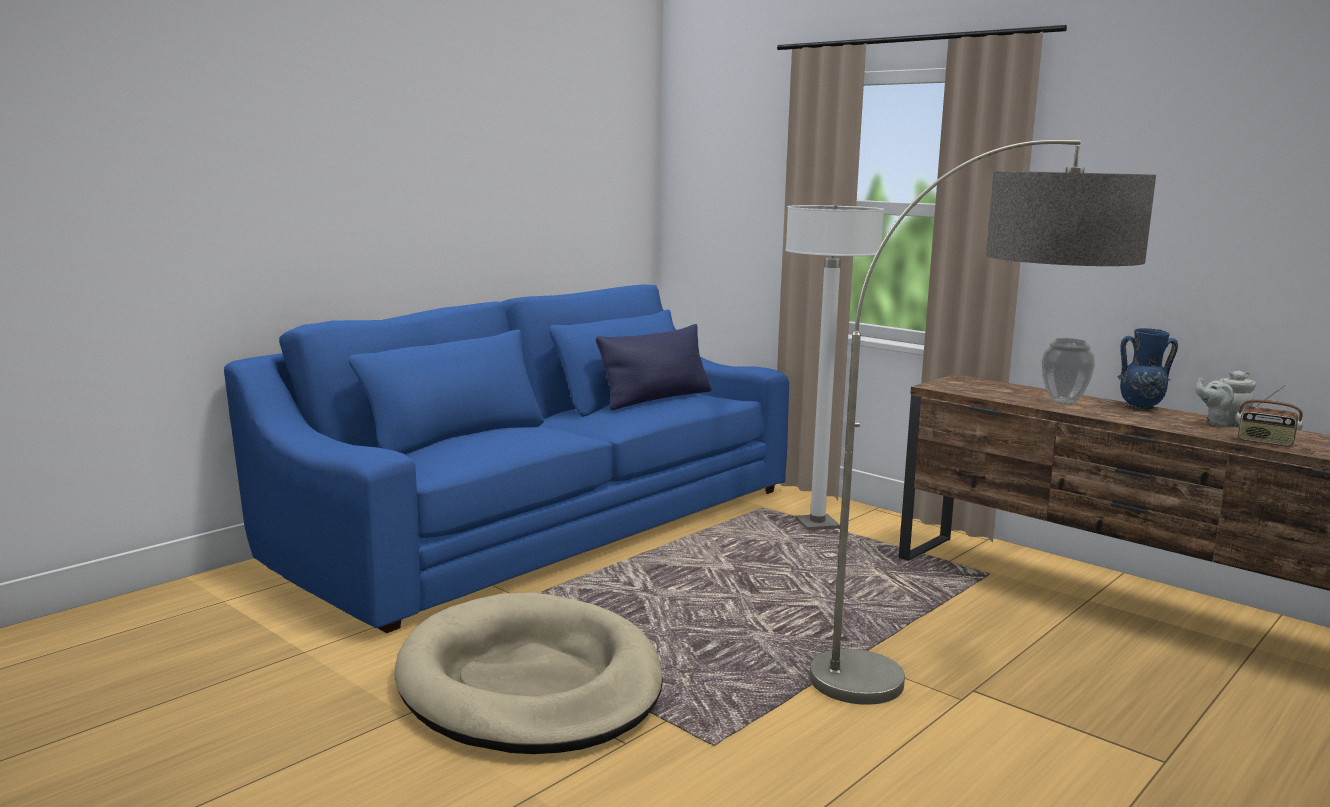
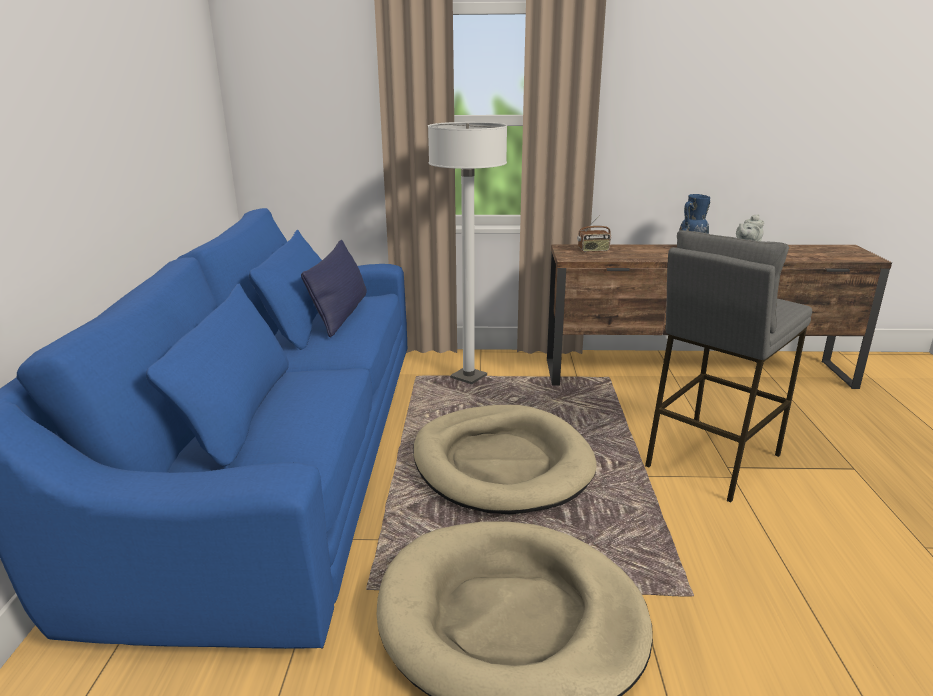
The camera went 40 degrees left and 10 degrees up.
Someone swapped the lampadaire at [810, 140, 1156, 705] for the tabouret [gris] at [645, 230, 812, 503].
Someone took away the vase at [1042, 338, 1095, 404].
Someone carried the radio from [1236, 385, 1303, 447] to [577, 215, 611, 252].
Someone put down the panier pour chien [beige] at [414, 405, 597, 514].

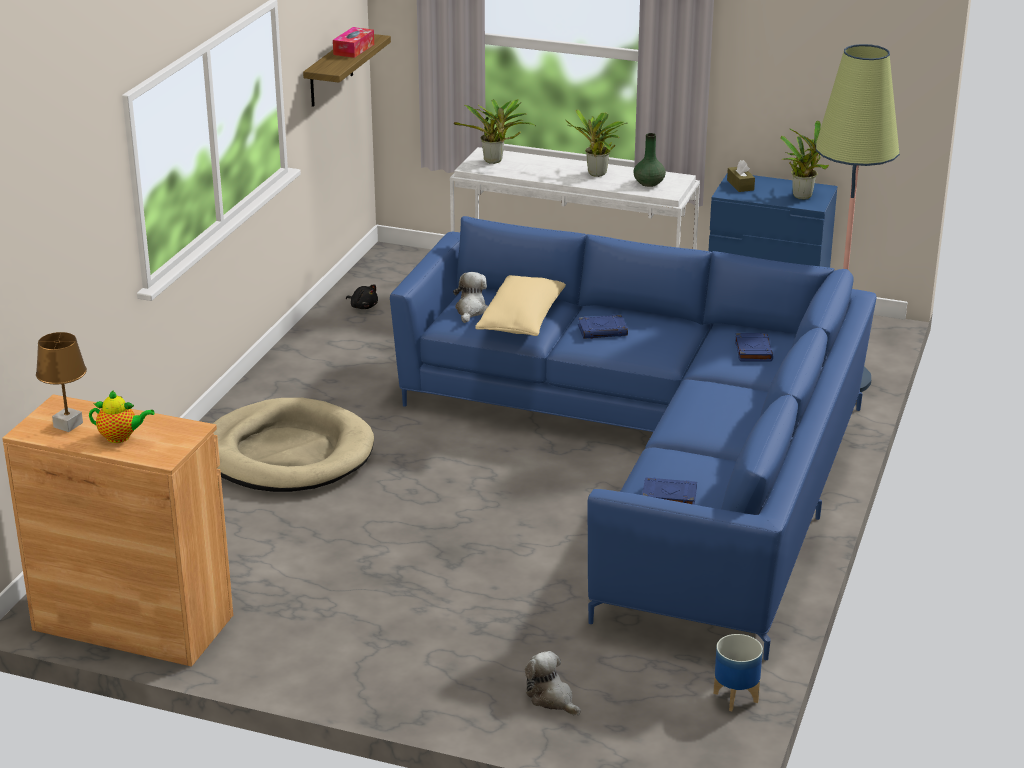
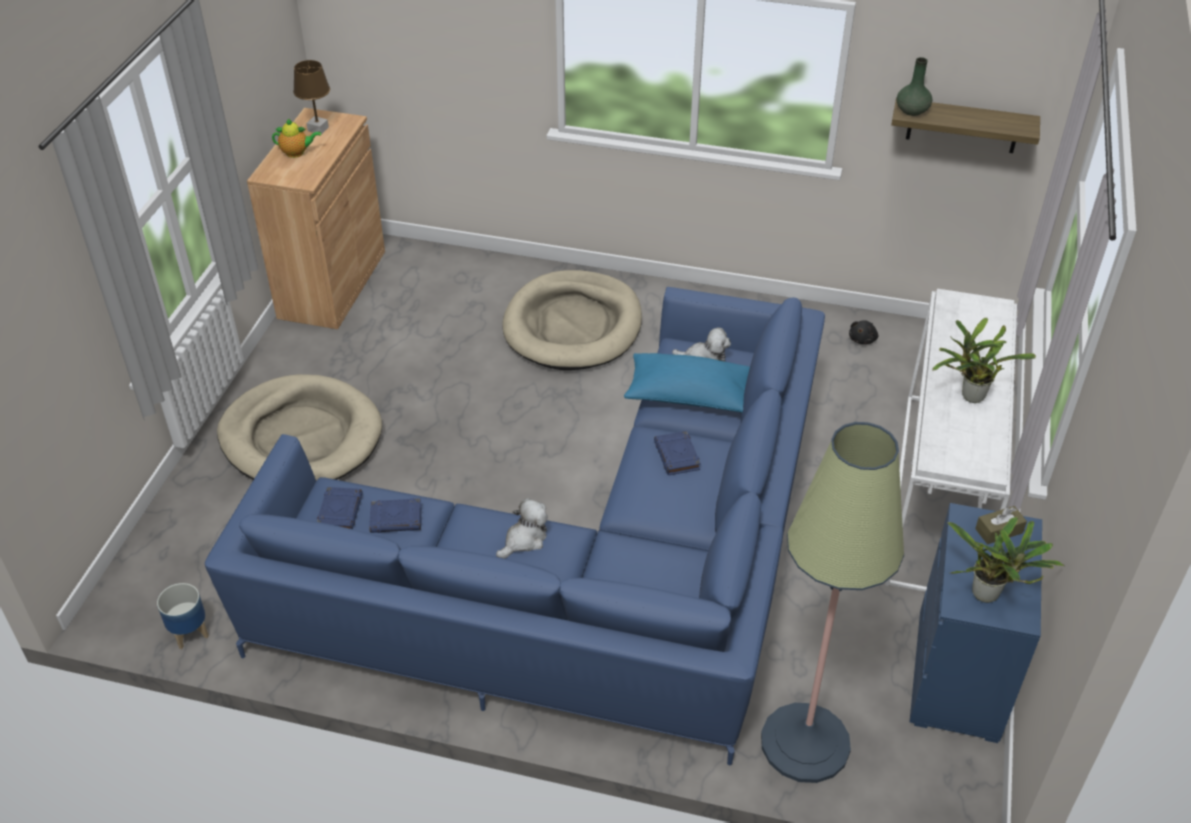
The camera went 85 degrees right and 15 degrees up.
Someone rotated the théière at [89, 390, 155, 443] by 90 degrees counterclockwise.
Someone took away the boîte à mouchoirs at [333, 27, 374, 58].
Someone took away the plante en pot at [454, 99, 537, 164].
Someone repainted the coussin [beige] at [475, 275, 566, 336], which became the coussin [bleu] at [624, 353, 750, 413].
Someone carried the peluche from [525, 651, 581, 715] to [496, 498, 548, 559].
Someone carried the vase [vert] from [633, 133, 666, 187] to [897, 57, 932, 116].
Someone carried the livre [bleu] from [735, 333, 773, 361] to [369, 498, 421, 533].
Someone put down the panier pour chien [beige] at [217, 374, 382, 481].

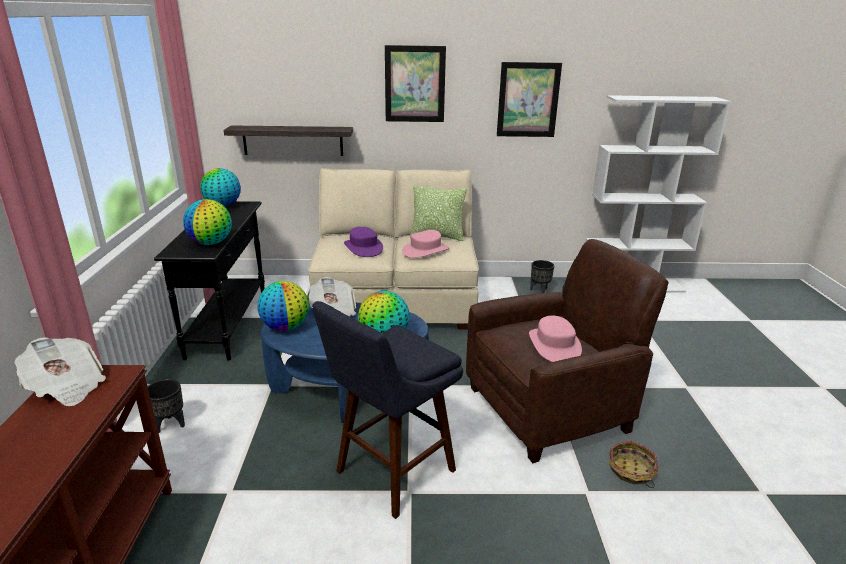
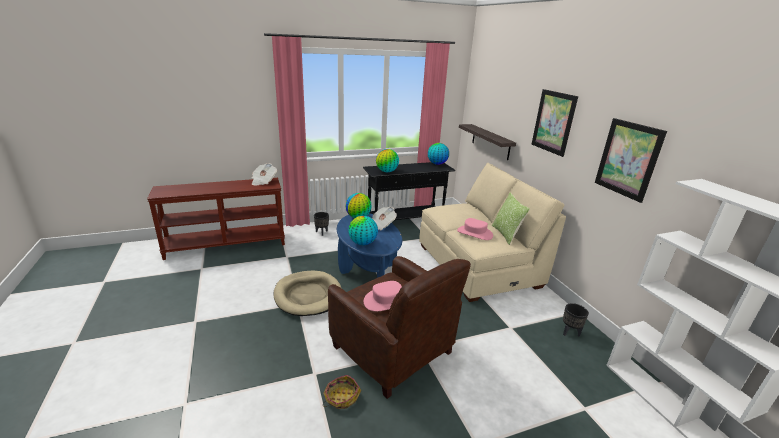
The camera went 70 degrees right and 0 degrees up.
Someone swapped the tabouret [bleu] at [312, 301, 463, 519] for the panier pour chien [beige] at [274, 271, 341, 316].
Someone took away the chapeau [violet] at [344, 227, 383, 257].

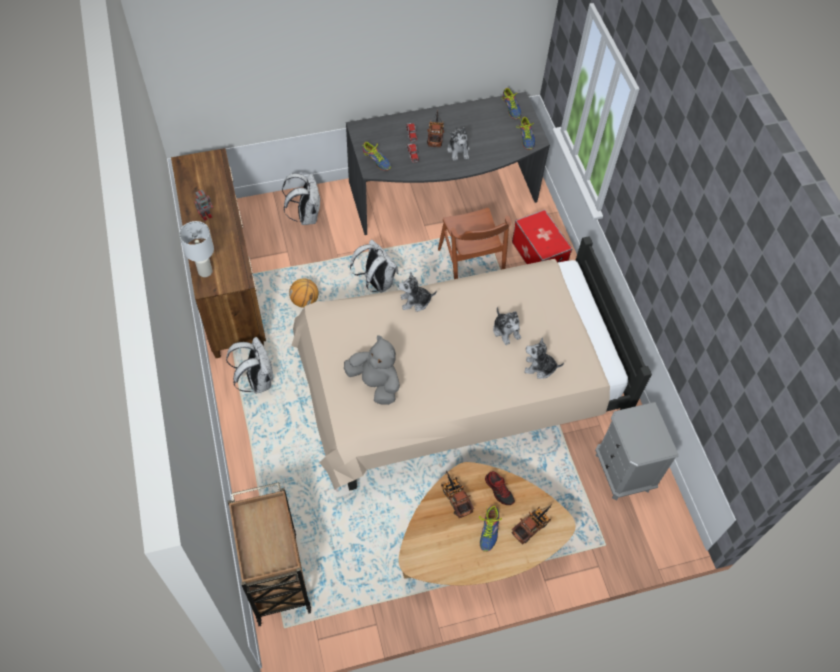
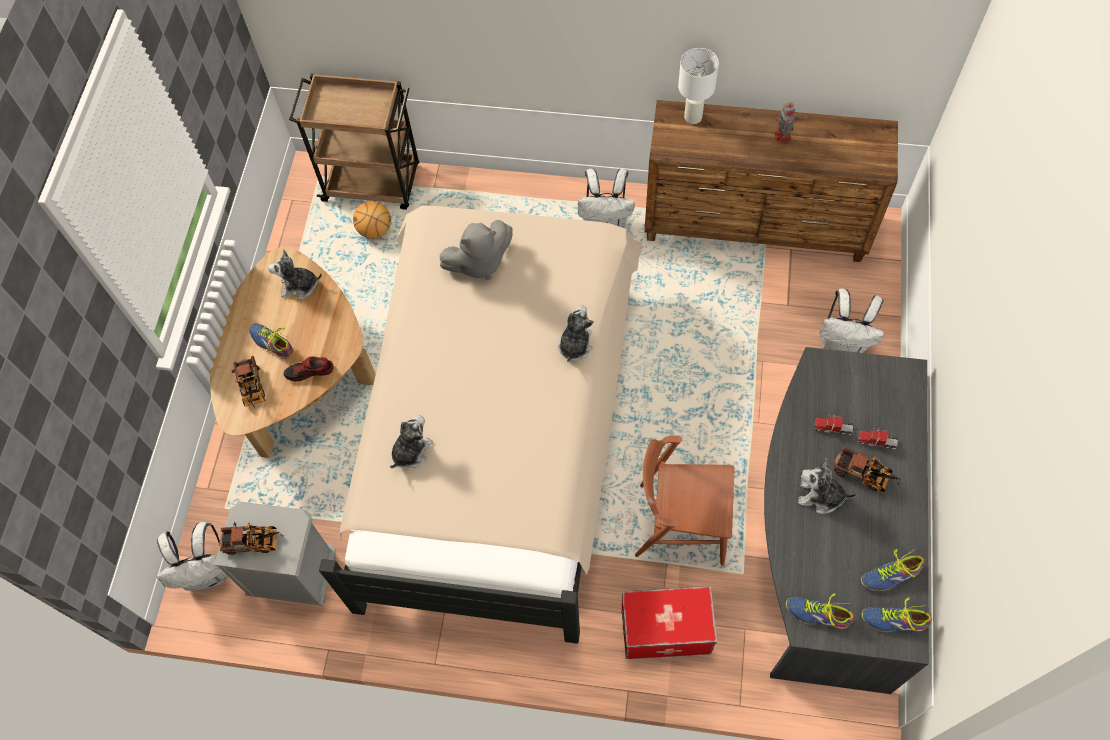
The camera went 120 degrees right and 5 degrees up.
Someone carried the ballon de basket from [289, 279, 318, 308] to [353, 201, 391, 239].
Someone carried the sac à dos [blanc] from [350, 239, 398, 293] to [157, 522, 227, 591].
Someone carried the chaussure from [363, 142, 391, 171] to [861, 549, 925, 591].
Someone carried the camion jouet from [441, 471, 474, 518] to [220, 522, 282, 555].
Someone carried the peluche from [493, 307, 521, 345] to [268, 250, 322, 300].

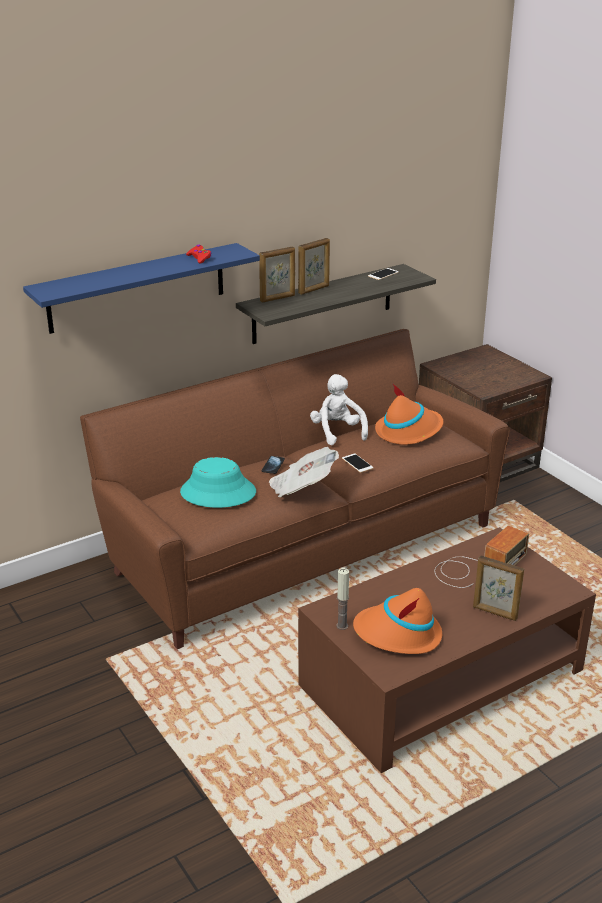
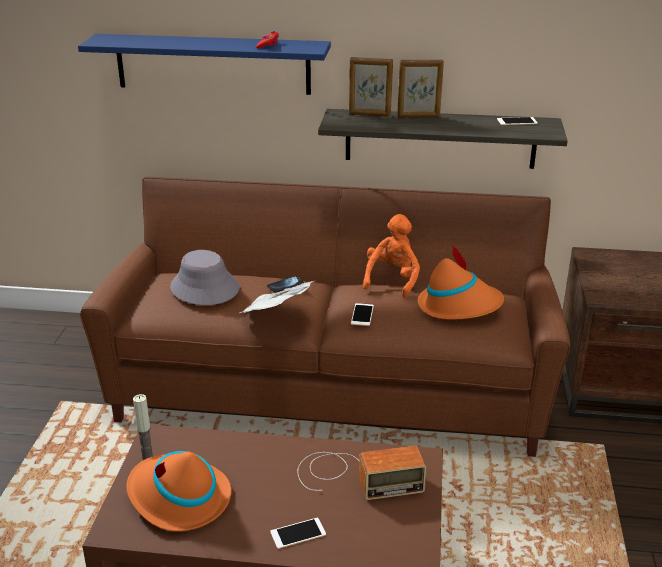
The camera went 40 degrees right and 0 degrees up.
Someone repainted the chapeau [turquoise] at [180, 457, 256, 508], which became the chapeau [gris] at [170, 250, 240, 305].
Someone repainted the peluche [blanc] at [310, 374, 368, 445], which became the peluche [orange] at [363, 214, 420, 298].
Someone swapped the cadre photo at [473, 555, 524, 621] for the téléphone at [270, 518, 326, 549].

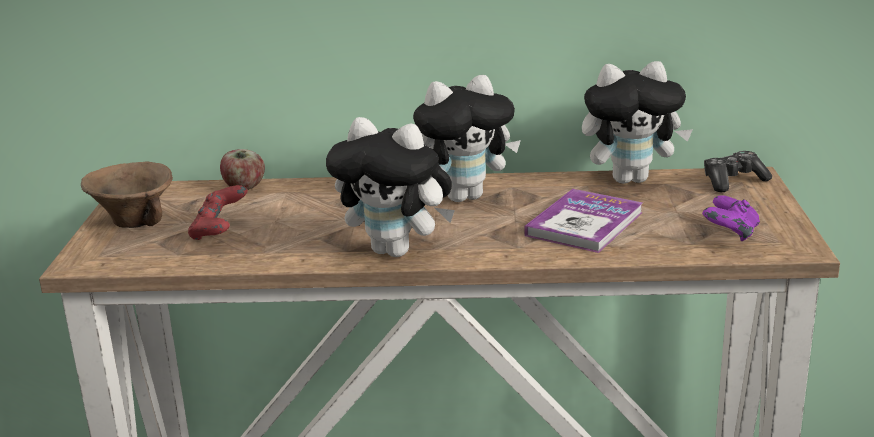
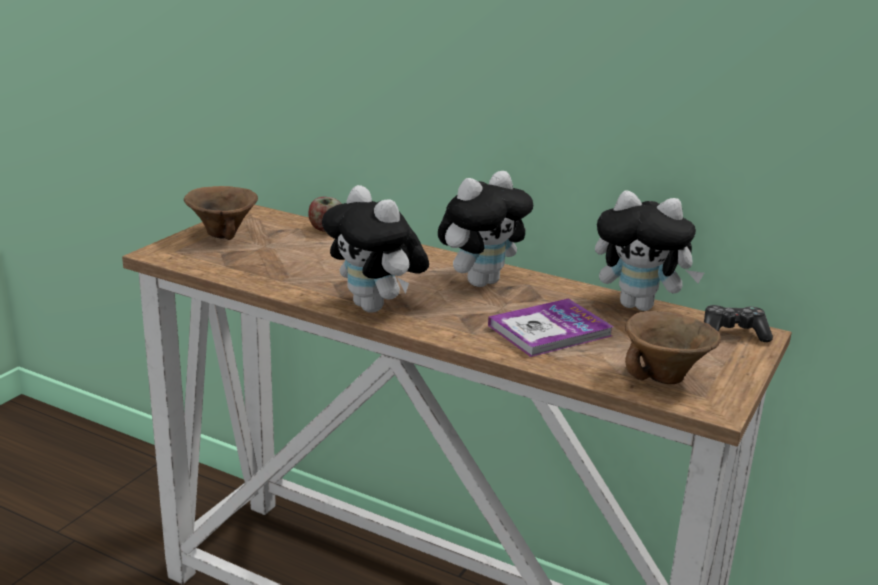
The camera went 25 degrees right and 0 degrees up.
Someone took away the manette [rouge] at [188, 185, 248, 240].
Someone rotated the peluche at [413, 75, 521, 202] by 45 degrees counterclockwise.
Someone swapped the manette [violet] at [702, 195, 760, 241] for the bol [marron] at [625, 311, 721, 384].

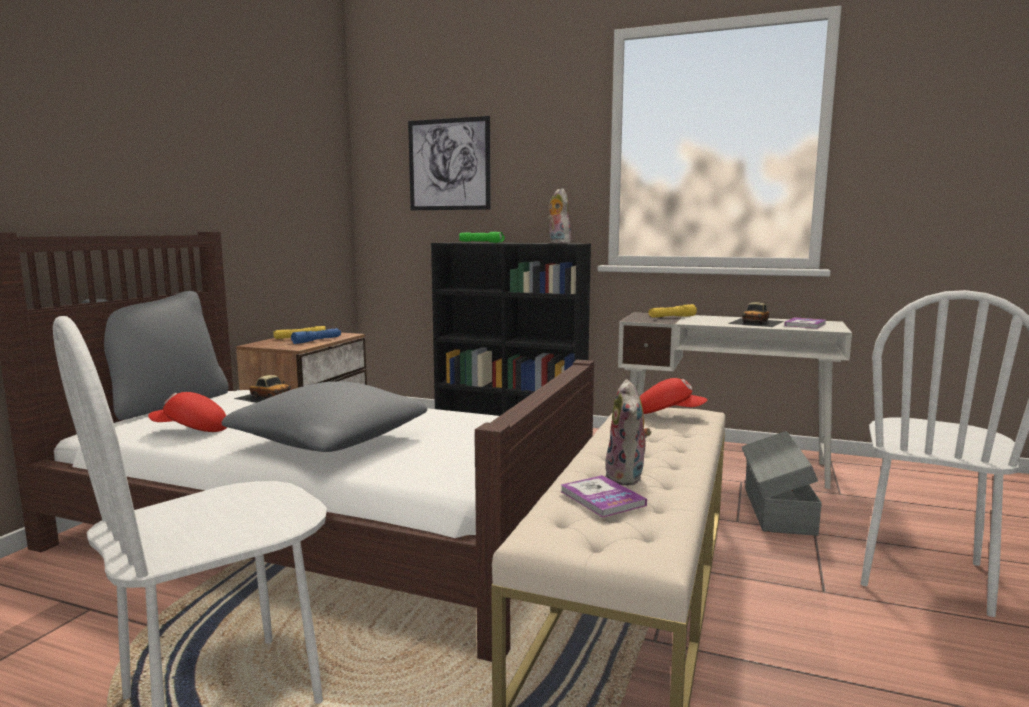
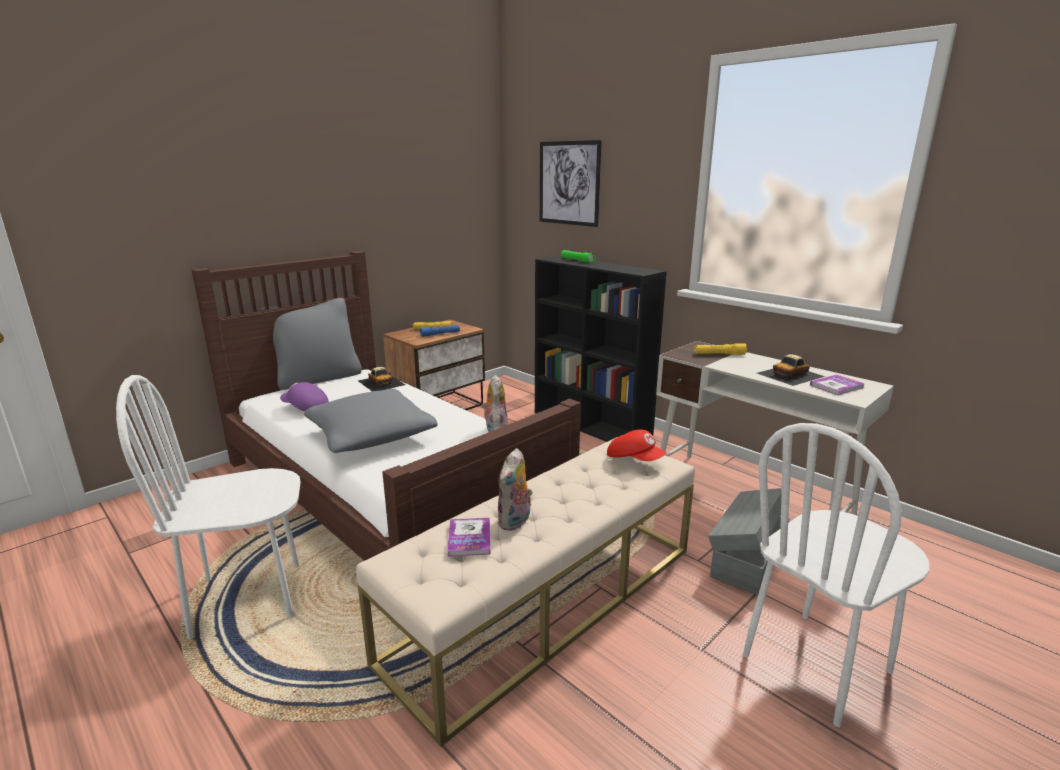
The camera went 25 degrees right and 10 degrees up.
Someone repainted the casquette [rouge] at [148, 392, 227, 432], which became the casquette [violet] at [280, 382, 329, 412].
Someone carried the peluche from [548, 188, 572, 243] to [482, 375, 508, 432].

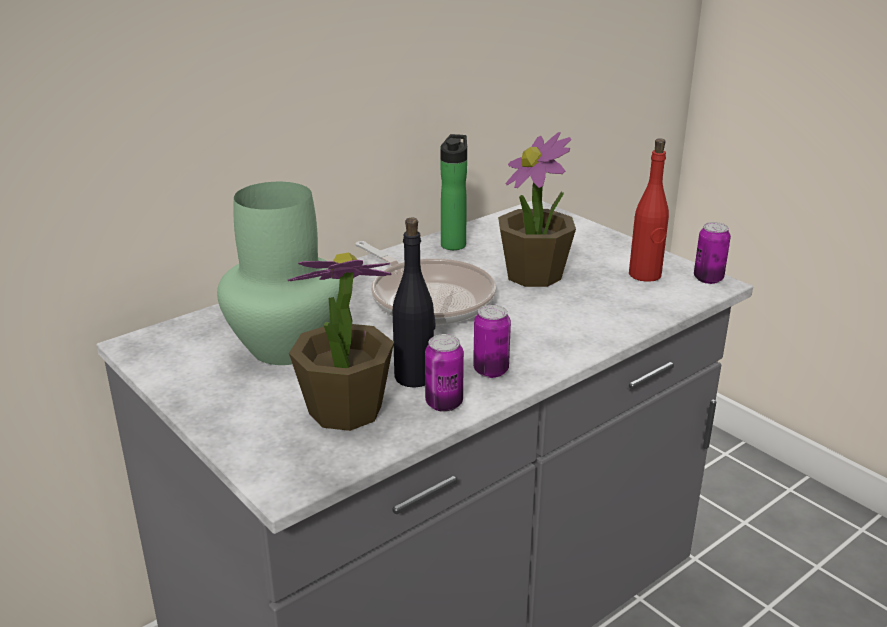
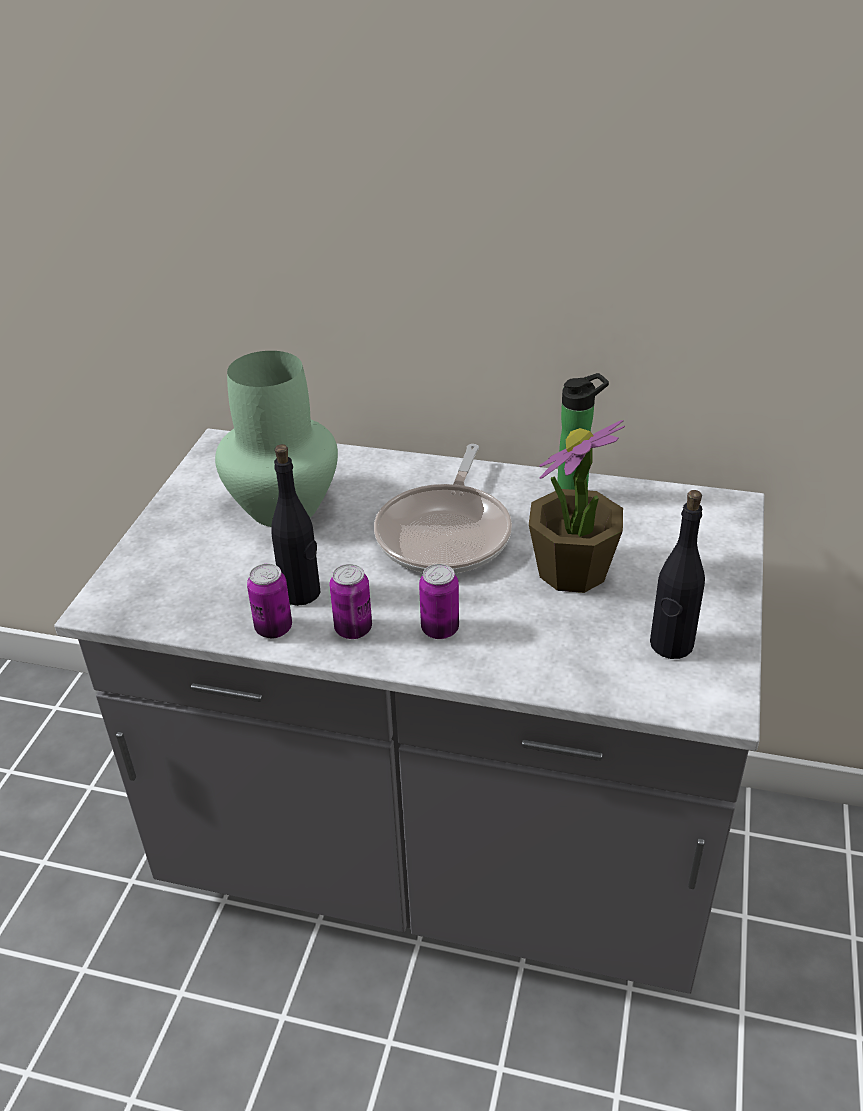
The camera went 55 degrees right and 10 degrees up.
Someone took away the plante en pot at [288, 253, 394, 431].
Someone repainted the bouteille [rouge] at [629, 139, 669, 282], which became the bouteille [noir] at [650, 490, 705, 659].
Someone carried the boîte métallique from [694, 222, 731, 284] to [419, 564, 459, 639].

